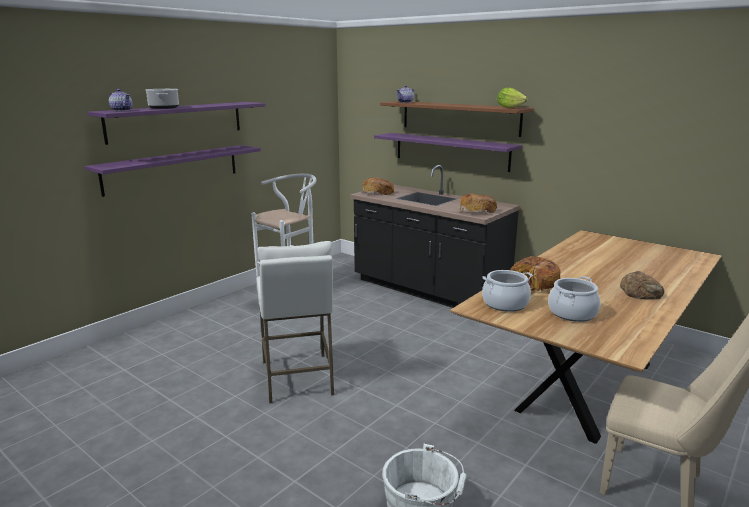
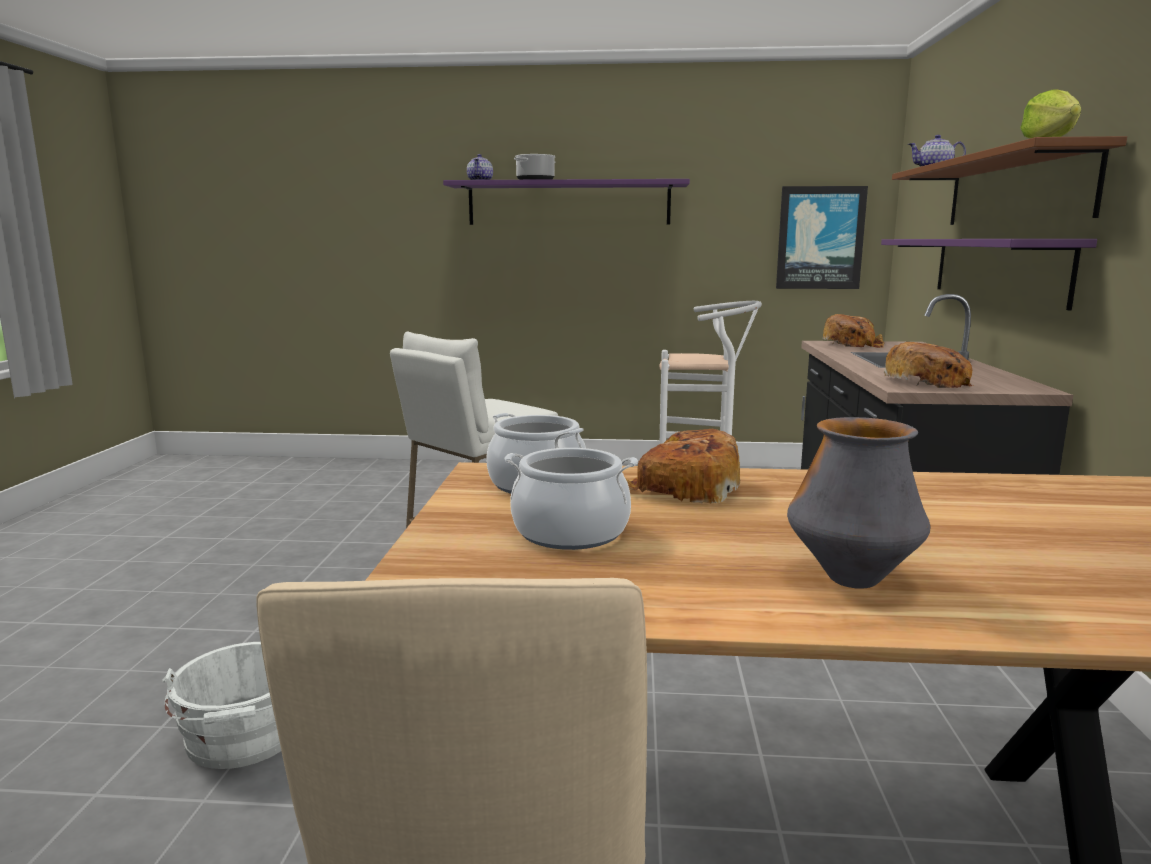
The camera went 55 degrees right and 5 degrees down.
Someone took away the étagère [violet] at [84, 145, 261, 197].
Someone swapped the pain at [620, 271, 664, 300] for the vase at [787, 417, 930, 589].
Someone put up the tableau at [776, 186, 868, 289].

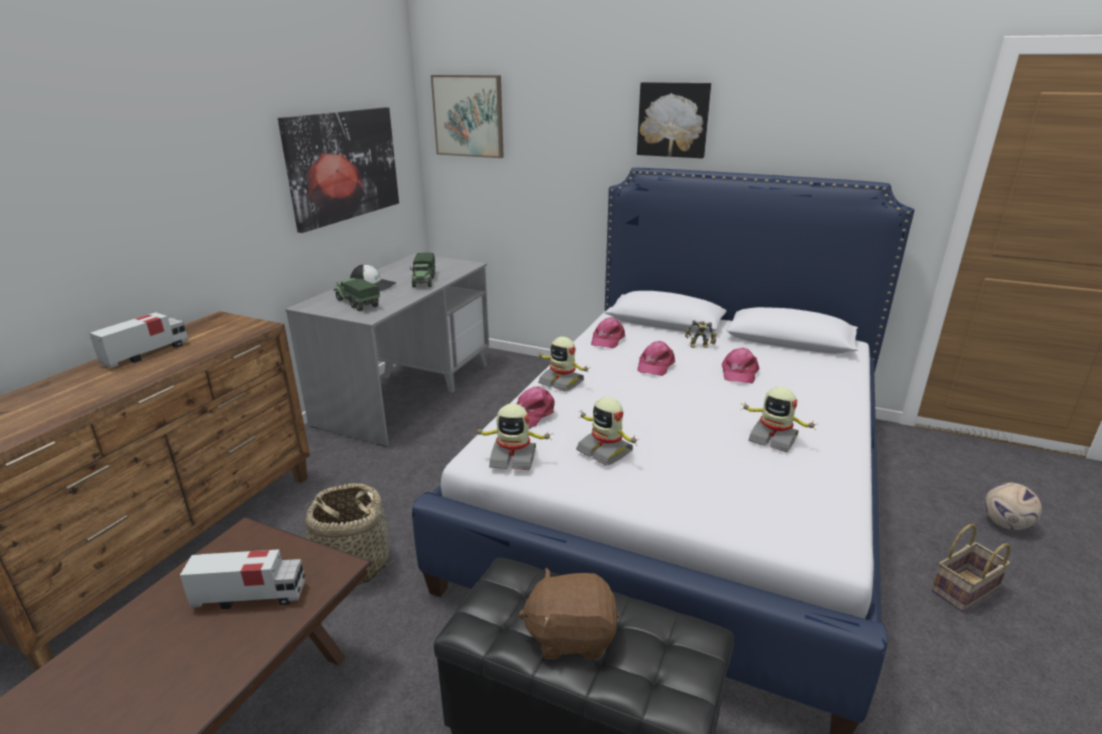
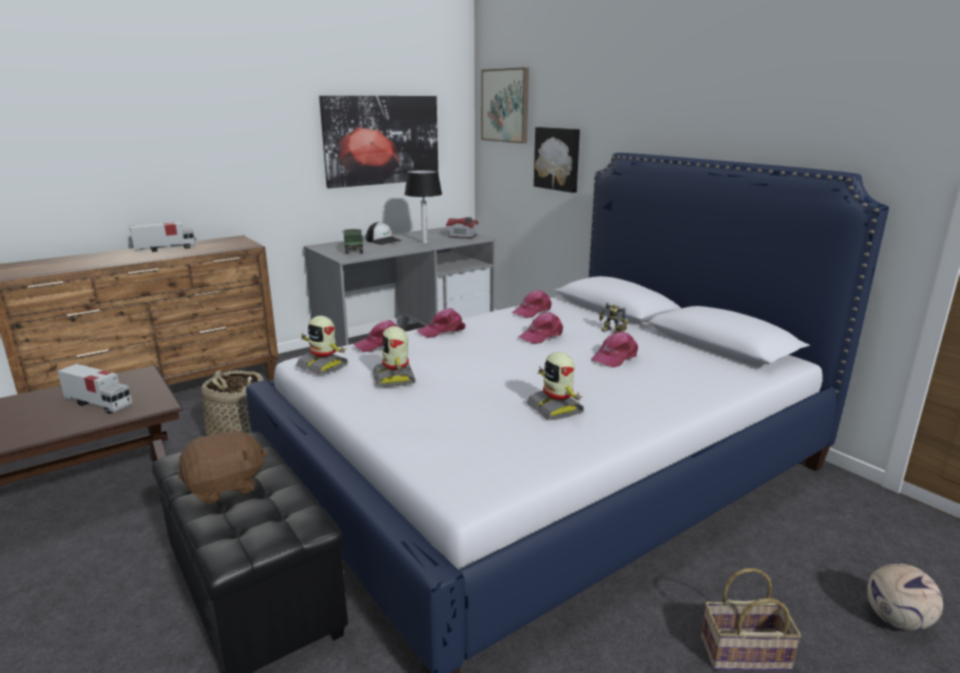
The camera went 30 degrees right and 5 degrees down.
Someone swapped the camion jouet at [410, 252, 435, 287] for the lampe de table at [404, 170, 442, 244].
Someone rotated the peluche [marron] at [518, 568, 619, 659] by 120 degrees clockwise.
Someone swapped the robot jouet at [537, 337, 591, 392] for the casquette [rose] at [417, 308, 465, 338].
Someone carried the tableau from [637, 82, 711, 158] to [534, 127, 580, 193].
Someone put down the maison miniature at [446, 217, 479, 239].

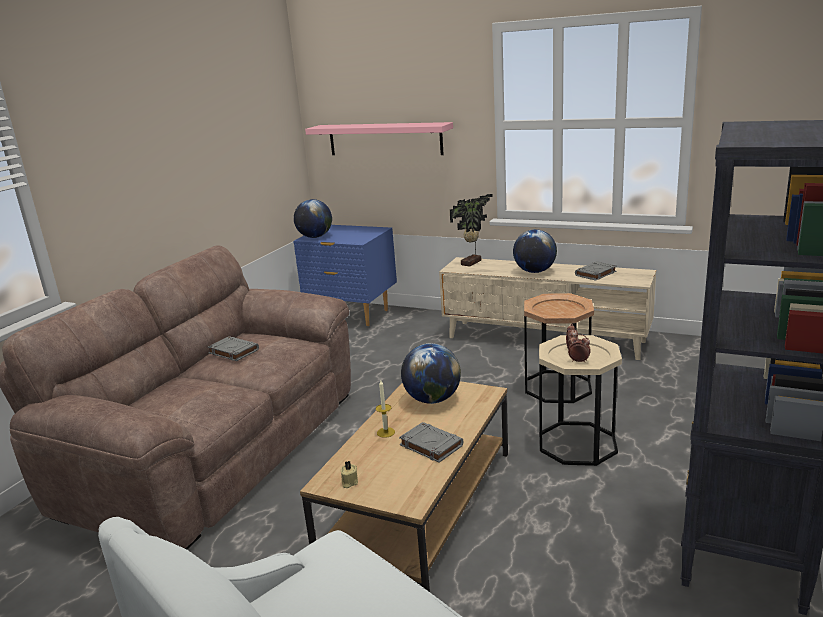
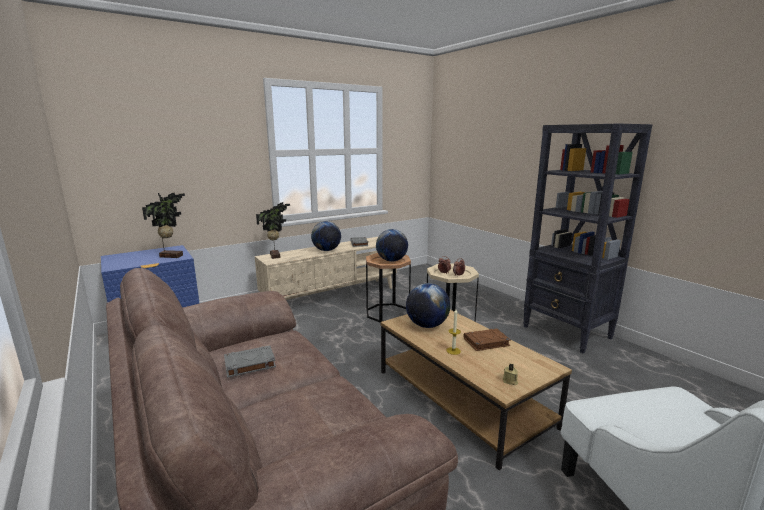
The camera went 60 degrees left and 5 degrees down.
Someone carried the globe from [294, 199, 332, 238] to [376, 229, 408, 262].
Someone took away the étagère [rose] at [305, 122, 453, 155].
Someone repainted the livre [gris] at [399, 422, 464, 463], which became the livre [marron] at [464, 328, 511, 351].
Someone put down the plante en pot at [142, 192, 185, 258].

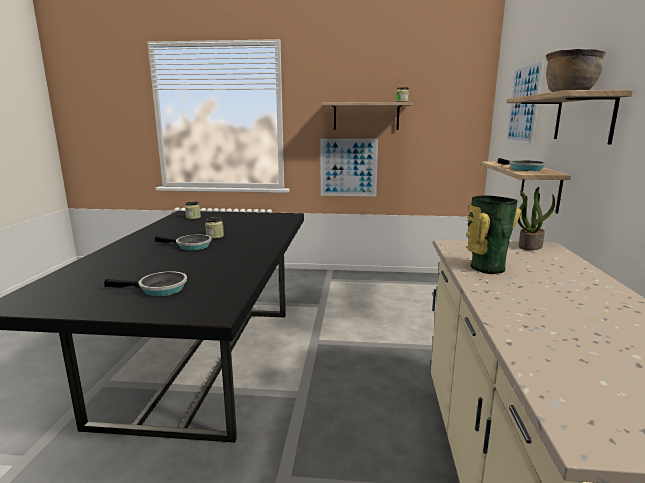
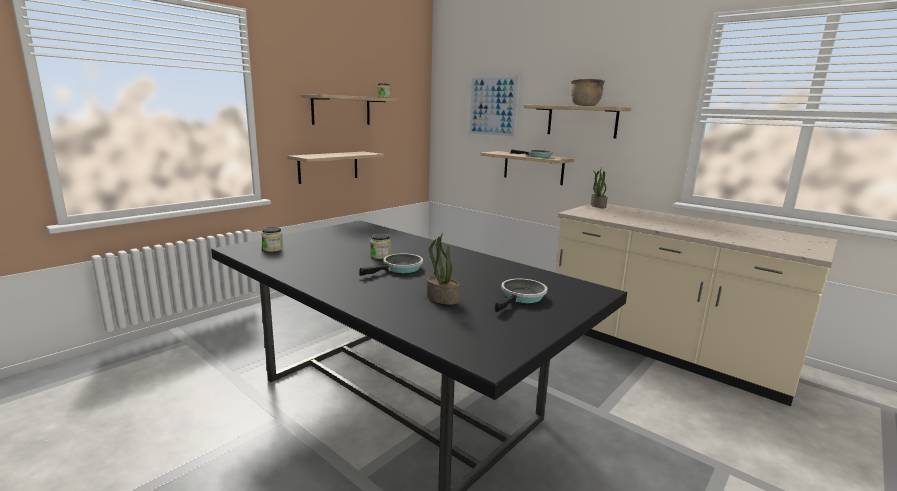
The camera went 55 degrees left and 0 degrees up.
Someone swapped the tableau at [321, 139, 378, 196] for the étagère at [287, 152, 384, 184].
Someone took away the vase at [467, 195, 521, 274].
Someone put down the plante en pot at [427, 233, 460, 305].

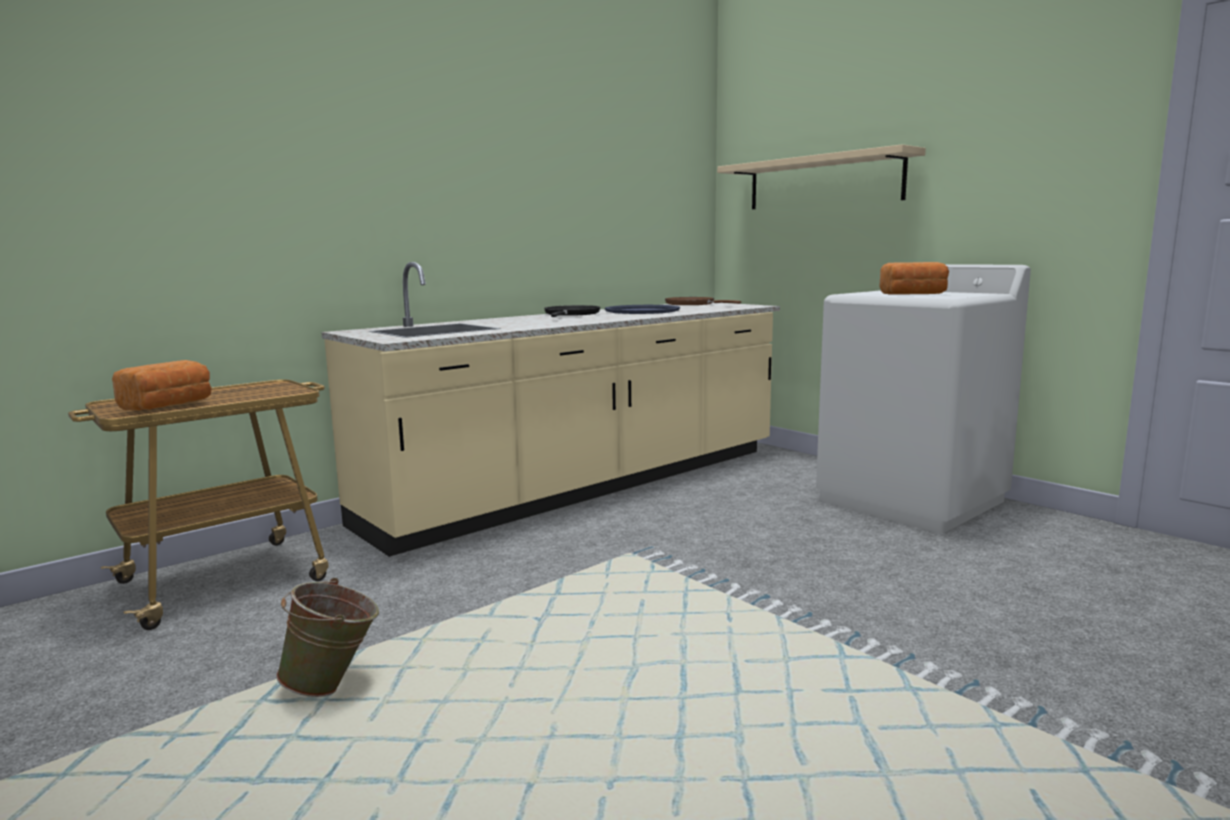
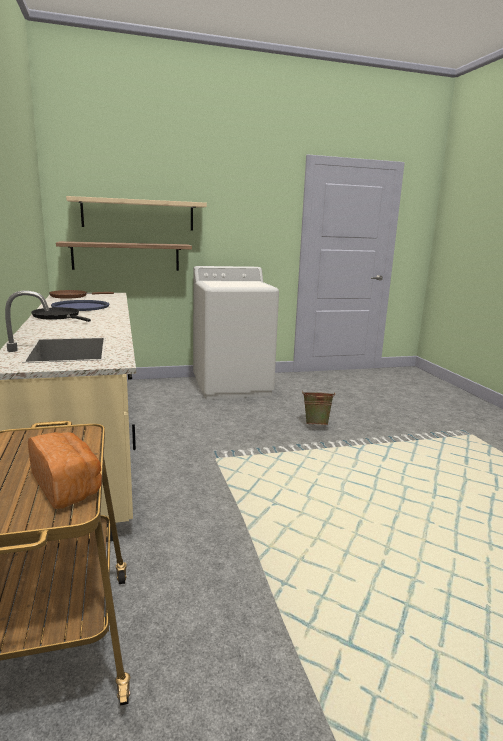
The camera went 65 degrees left and 5 degrees up.
Someone carried the seau [vert] from [276, 578, 379, 697] to [302, 391, 335, 425].
Someone took away the pain at [879, 262, 949, 295].
Someone put up the étagère at [56, 241, 192, 271].

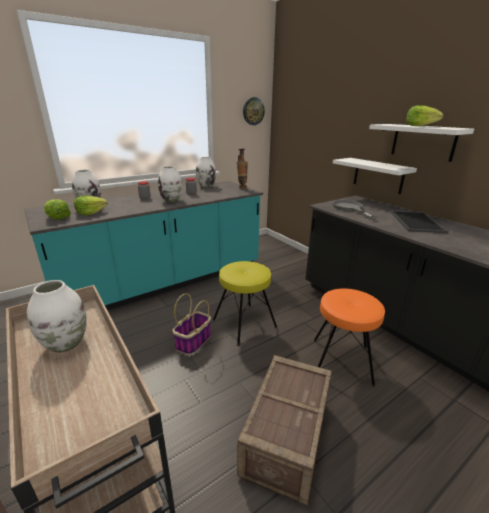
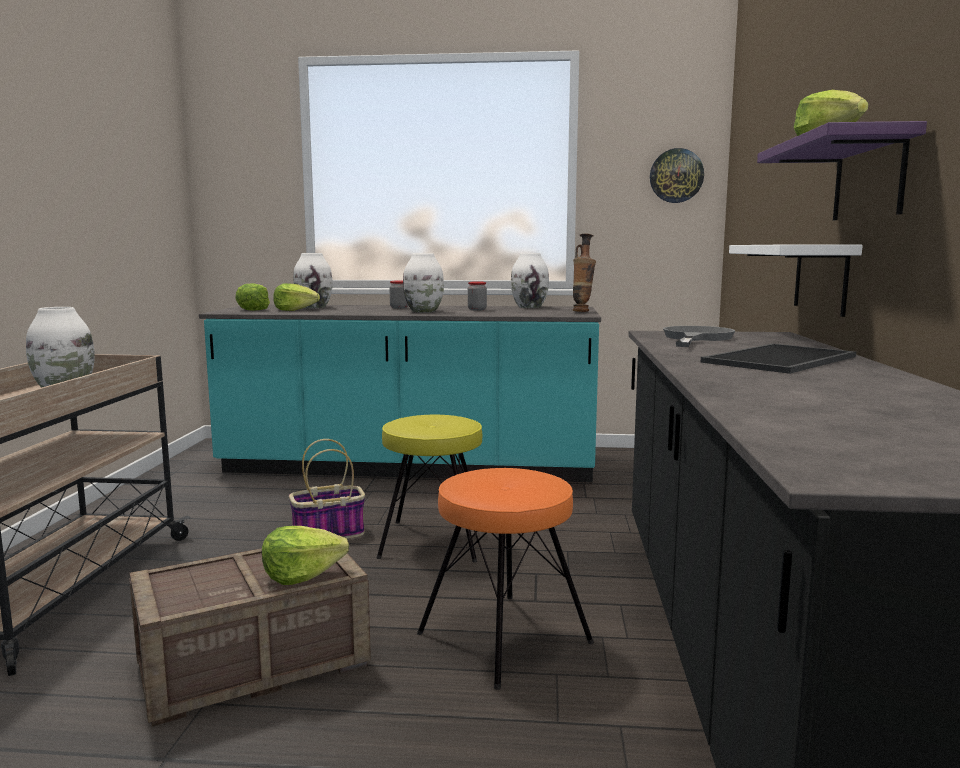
The camera went 40 degrees right and 15 degrees down.
Someone repainted the étagère [blanc] at [369, 124, 474, 162], which became the étagère [violet] at [757, 121, 927, 220].
Someone put down the laitue at [262, 526, 349, 585].

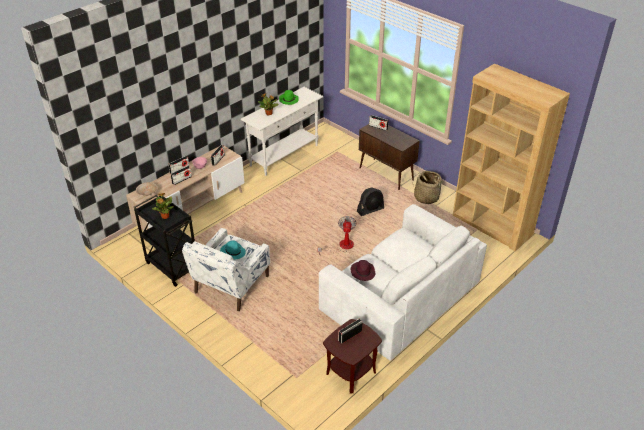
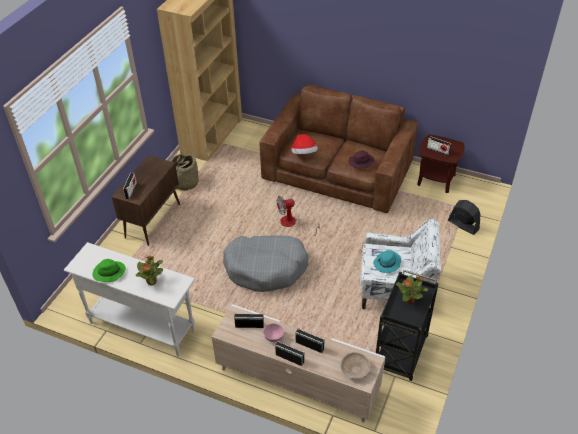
The camera went 110 degrees left and 5 degrees up.
Someone repainted the canapé [blanc] at [319, 204, 487, 361], which became the canapé [marron] at [259, 84, 418, 213].
Someone carried the ventilateur [noir] from [357, 187, 384, 216] to [448, 200, 481, 235].
Someone put down the panier pour chien [gris] at [223, 235, 309, 292].
Someone put down the chapeau at [292, 134, 318, 154].

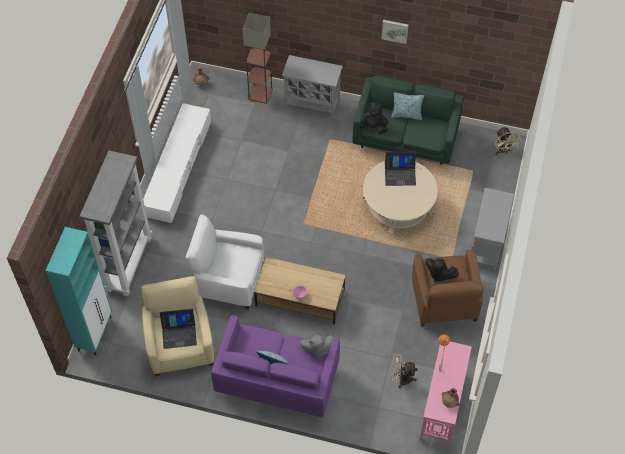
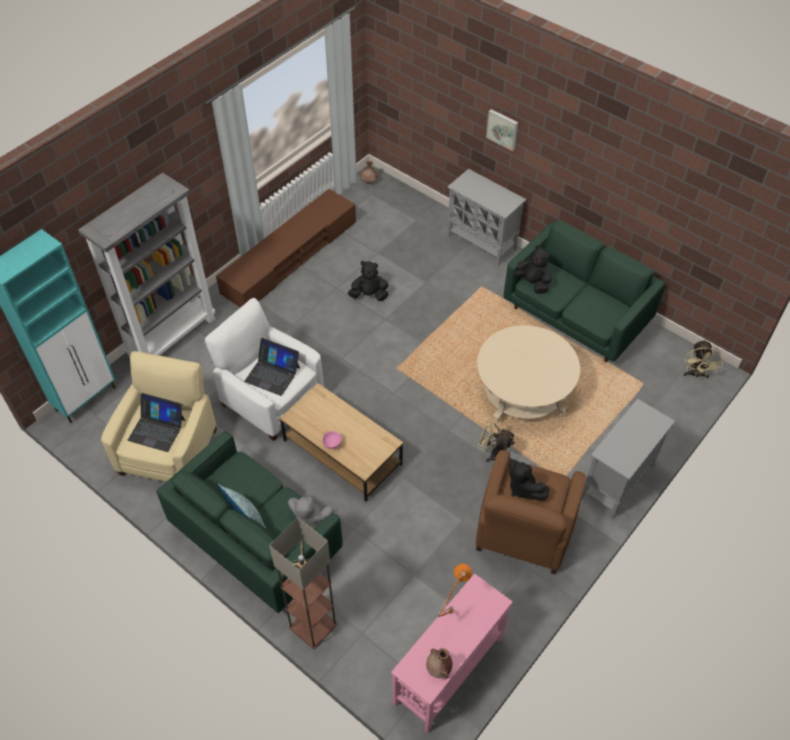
The camera went 25 degrees right and 5 degrees down.
Someone repainted the meuble télé [blanc] at [143, 103, 211, 223], which became the meuble télé [marron] at [216, 189, 356, 308].
Someone repainted the canapé [violet] at [211, 315, 340, 417], which became the canapé [vert] at [156, 431, 343, 613].
Someone carried the lampadaire from [242, 13, 273, 104] to [269, 517, 337, 649].
Someone carried the tableau from [381, 20, 409, 44] to [486, 109, 518, 151].
Someone carried the ordinateur portable from [385, 152, 416, 186] to [244, 338, 300, 396].
Someone took away the coussin at [391, 93, 425, 120].
Someone carried the ventilateur [beige] from [392, 354, 417, 388] to [477, 414, 516, 462].
Someone put down the peluche [noir] at [348, 261, 388, 301].

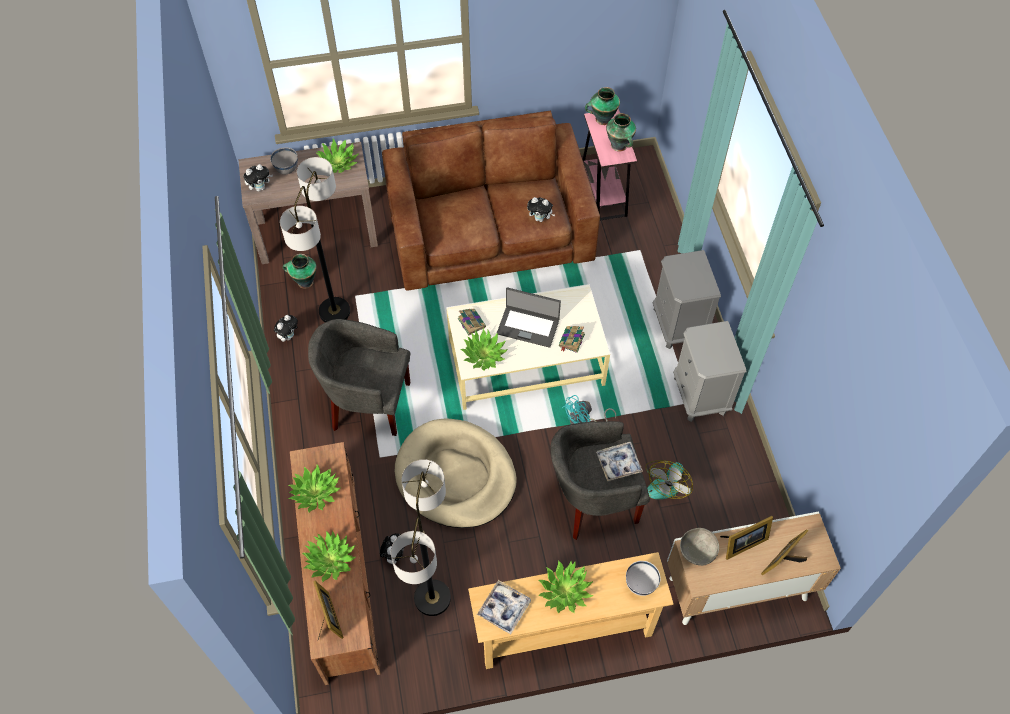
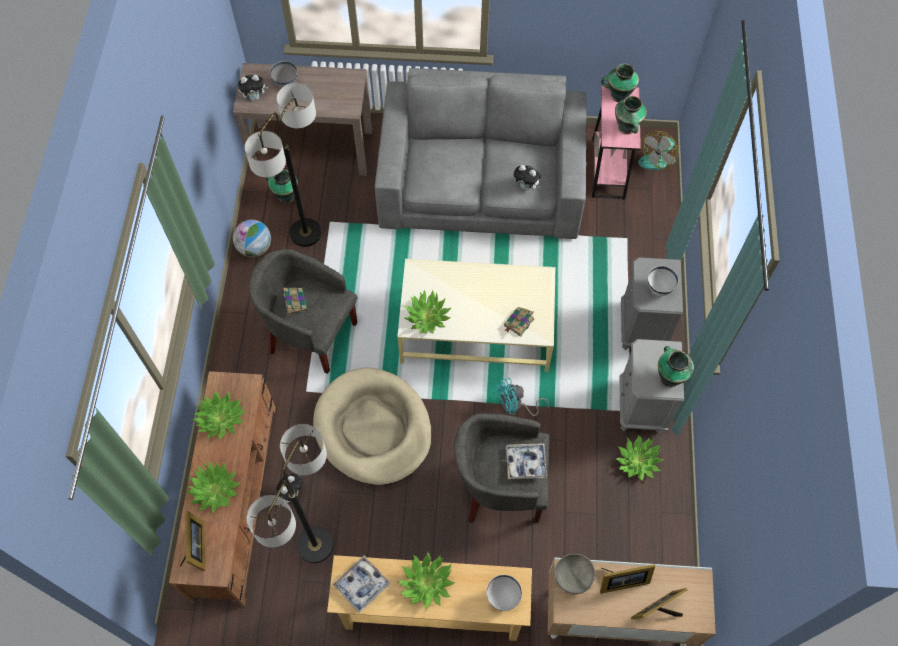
The camera went 15 degrees right and 5 degrees up.
Someone swapped the peluche at [274, 315, 298, 342] for the globe at [233, 220, 271, 257].
Someone carried the plante en pot from [316, 139, 359, 173] to [616, 435, 664, 481].
Someone repainted the canapé [marron] at [382, 111, 600, 291], which became the canapé [gris] at [375, 68, 587, 239].
Someone carried the livre from [458, 308, 486, 336] to [283, 287, 308, 315].
Someone took away the ordinateur portable at [497, 287, 561, 348].
Someone carried the ventilateur from [645, 460, 693, 499] to [638, 131, 679, 170].
Someone put down the bol [blanc] at [648, 266, 678, 296].
Someone put down the vase at [658, 346, 694, 387].

